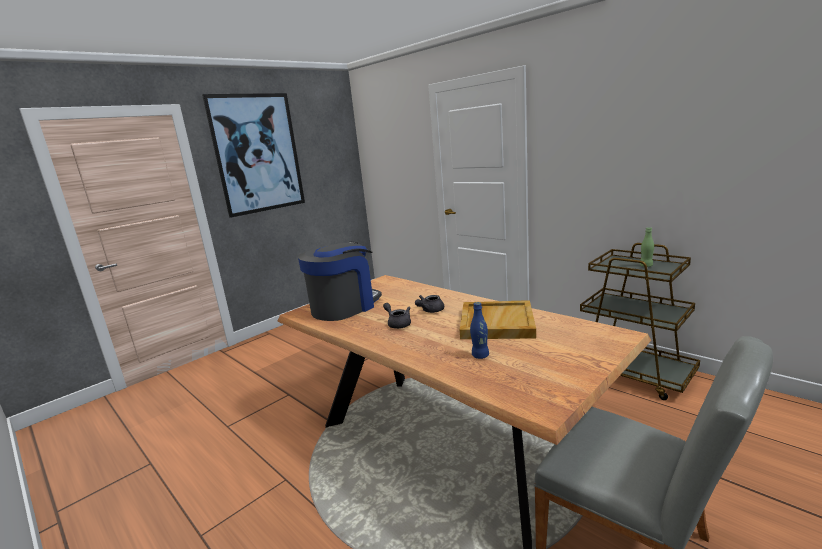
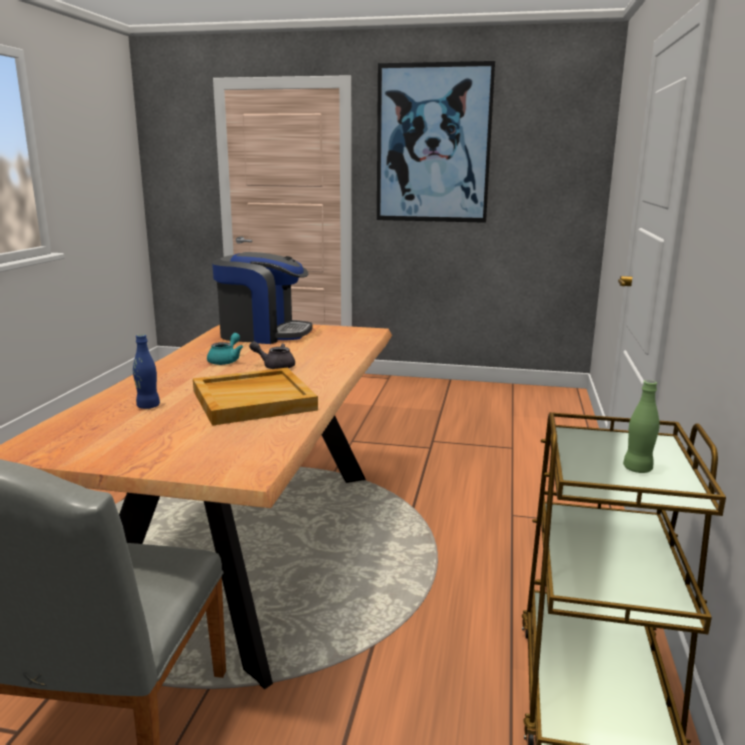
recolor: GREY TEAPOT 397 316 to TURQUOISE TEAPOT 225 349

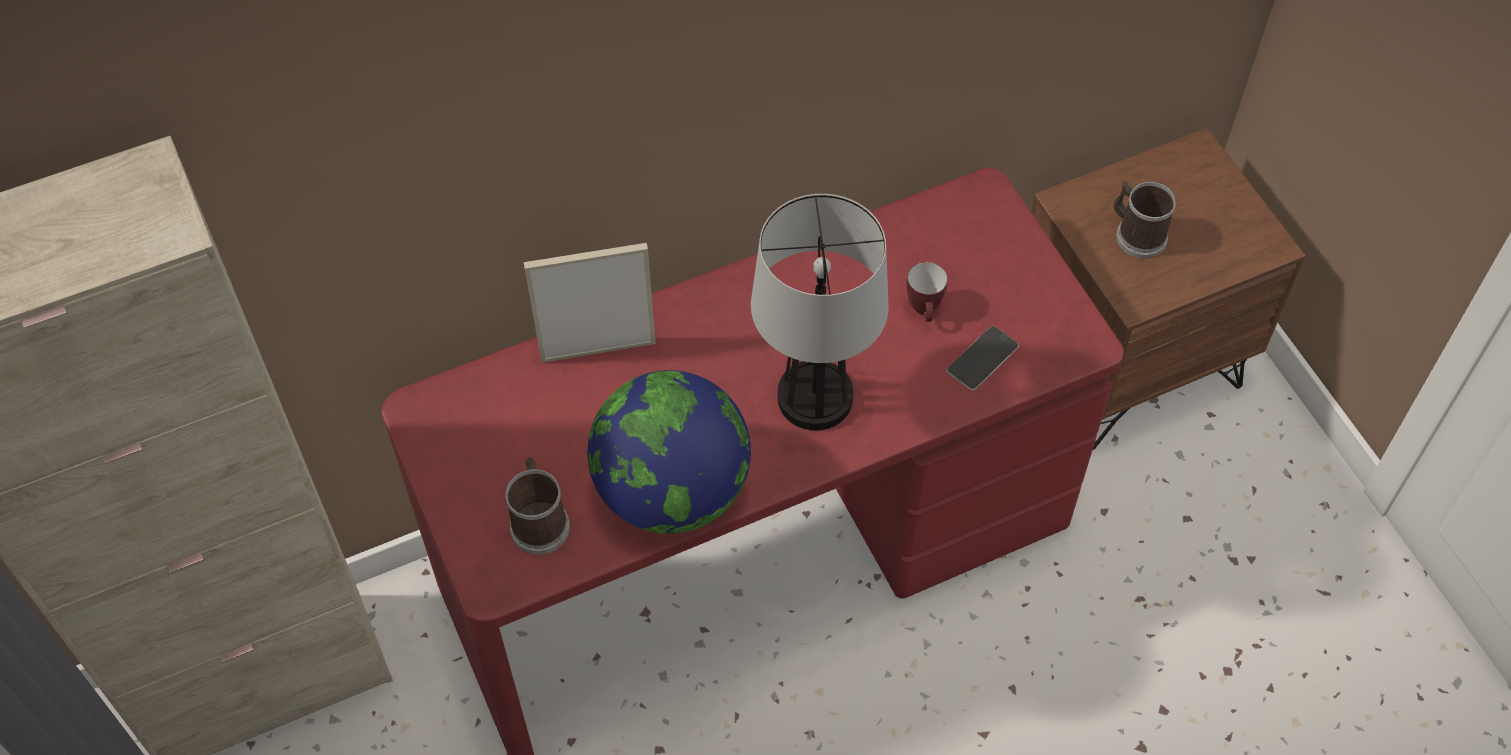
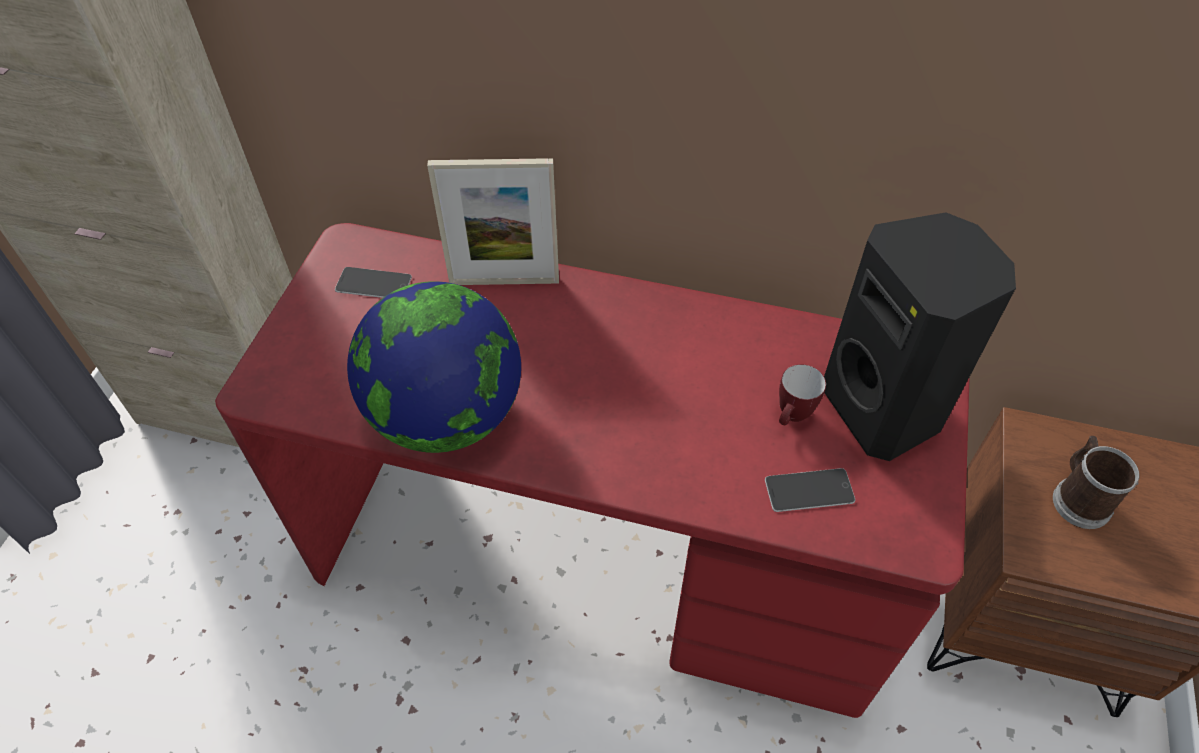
delete: MUG 537 506; TABLE LAMP 820 312
insert: PHONE 373 282; BLACK SPEAKER 920 336
rotate: PICTURE FRAME 590 303 = 493 221 150 degrees clockwise

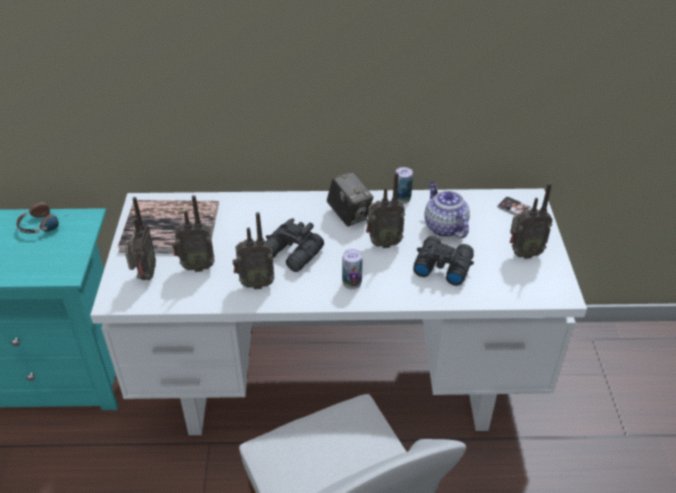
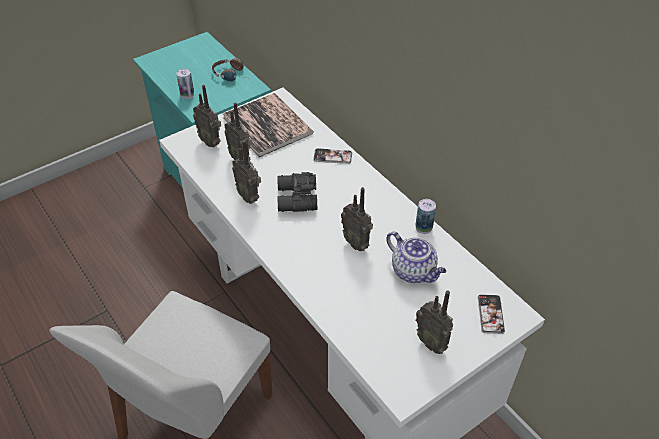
delete: PHOTO CAMERA 350 199; BLACK BINOCULARS 443 261
insert: PHONE 332 156
move: CAN 352 269 to 185 84
rotate: RADIO 140 238 = 207 116 75 degrees clockwise; TEAPOT 447 210 = 416 257 105 degrees clockwise

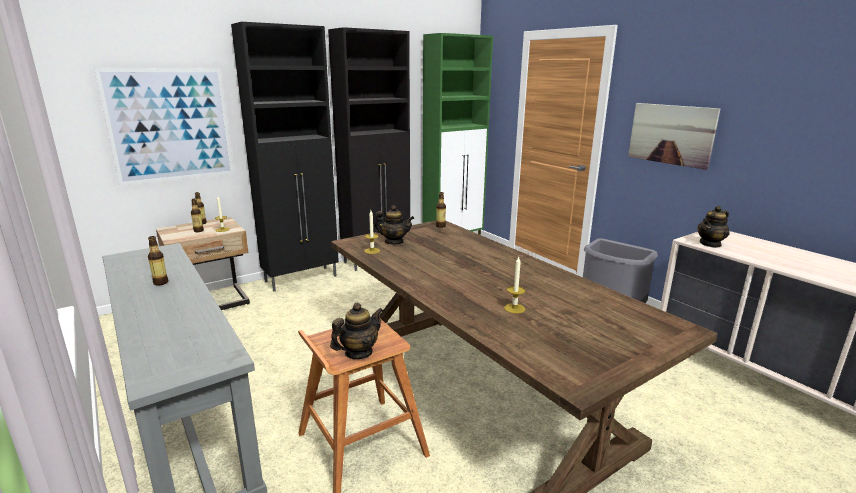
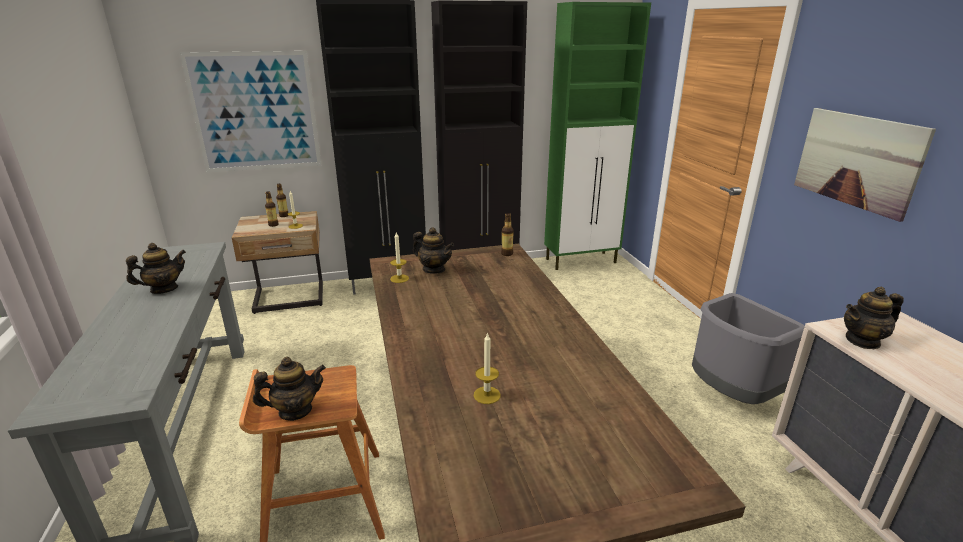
replace: BOTTLE 158 261 to TEAPOT 156 268

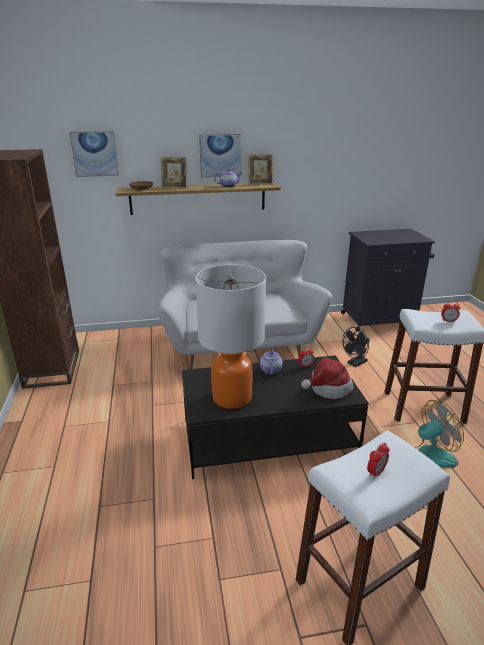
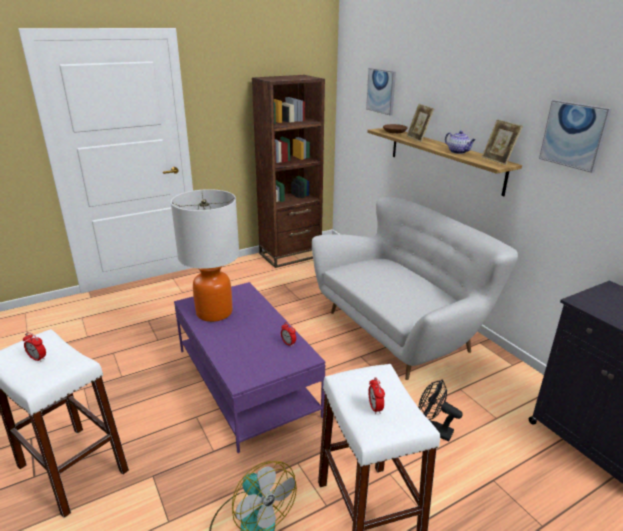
delete: TEAPOT 271 361; HAT 327 378
move: PICTURE 219 155 to 575 136
recolor: BLACK COFFEE TABLE 275 417 to PURPLE COFFEE TABLE 249 367

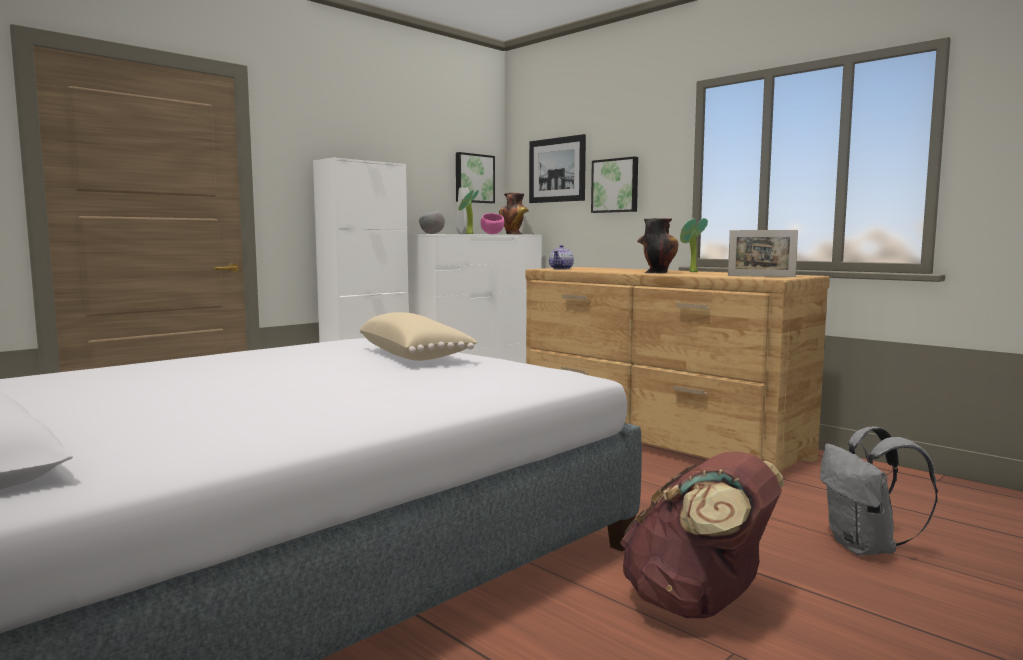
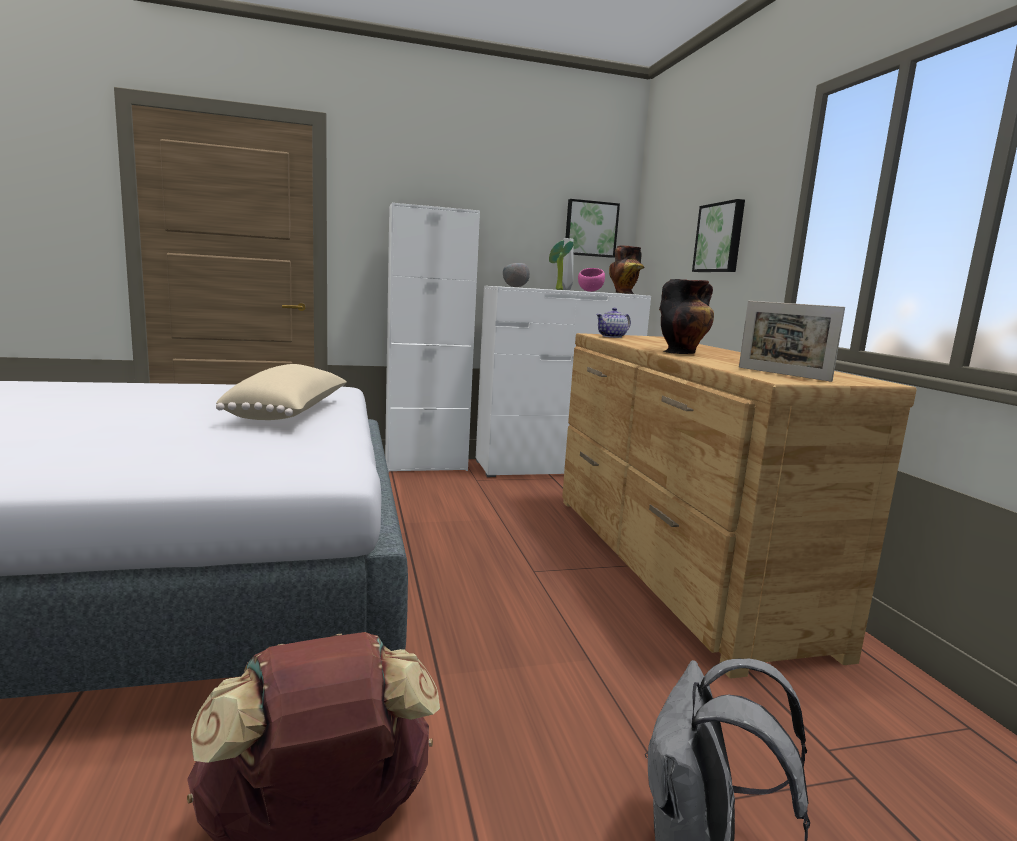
delete: PICTURE 557 168; POTTED PLANT 694 245

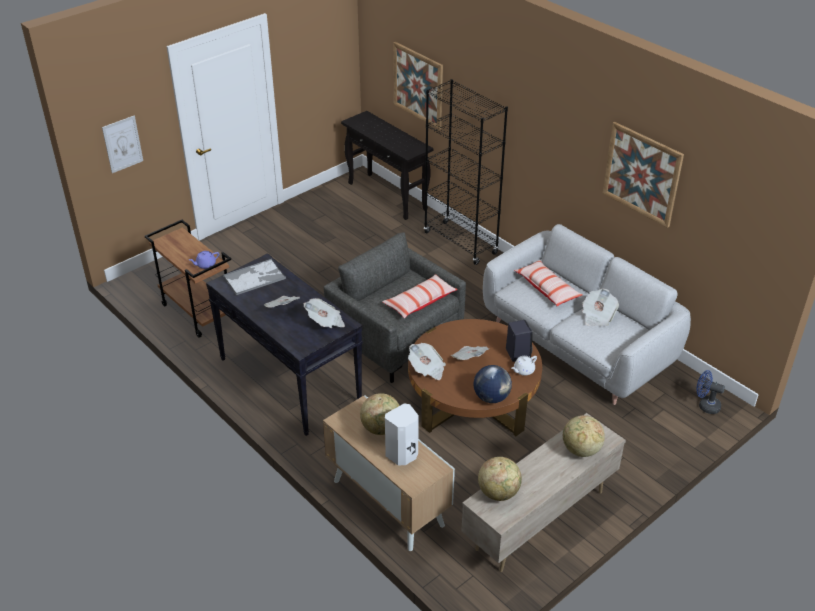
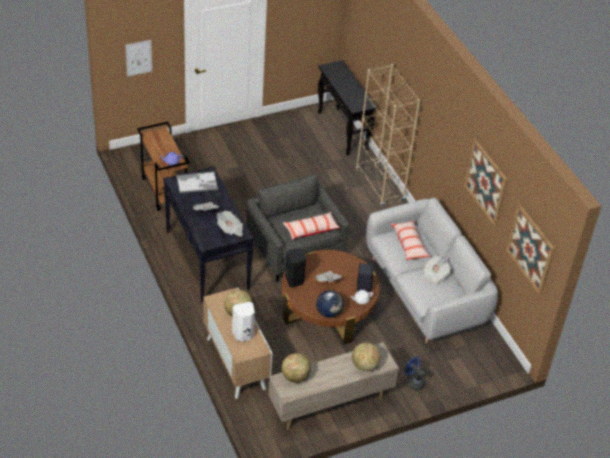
move: PICTURE 418 86 to 530 249; BLUE FAN 710 392 to 415 374
replace: NEWSPAPER 427 361 to BLACK SPEAKER 295 268
recolor: BLACK BOOKCASE 466 172 to BEIGE BOOKCASE 388 136

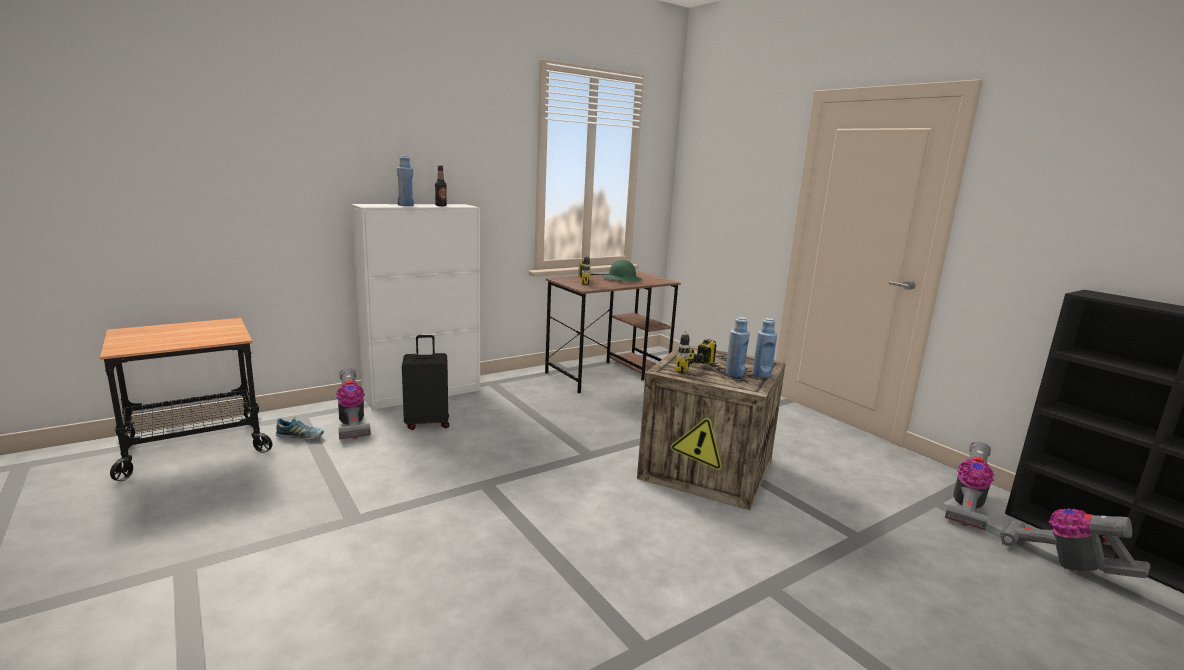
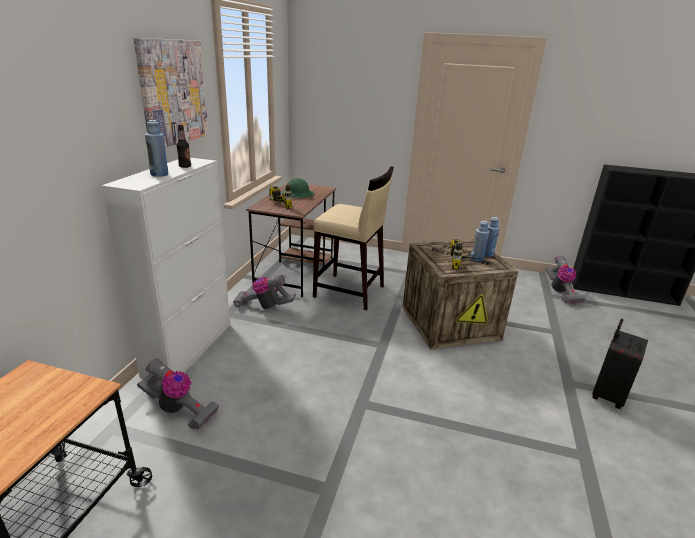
delete: SHOE 300 428
insert: PICTURE 171 93; BEIGE STOOL 353 238
move: BLACK SUITCASE 425 382 to 620 364; VACUUM CLEANER 1075 543 to 264 292

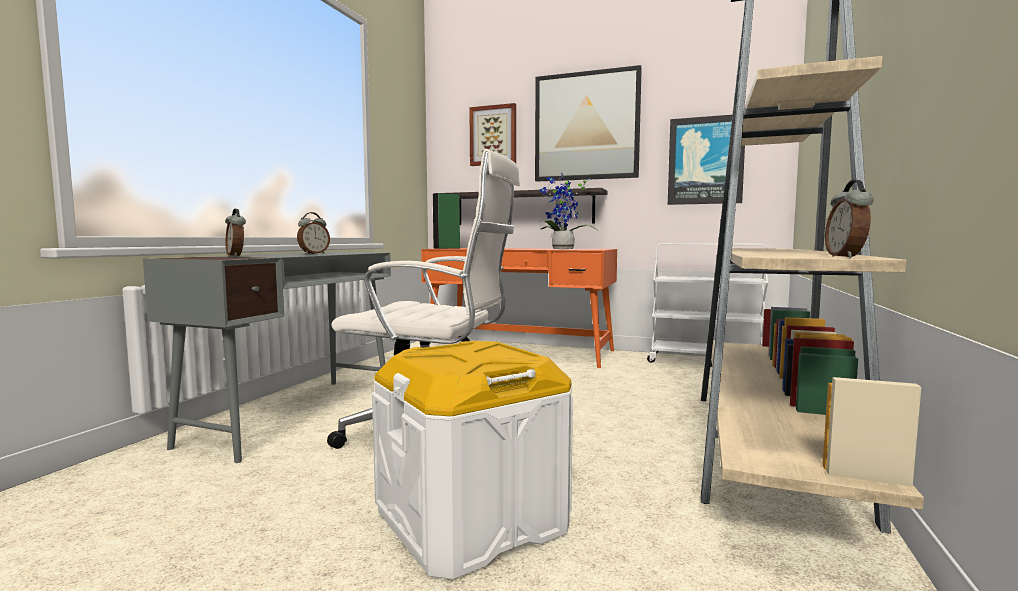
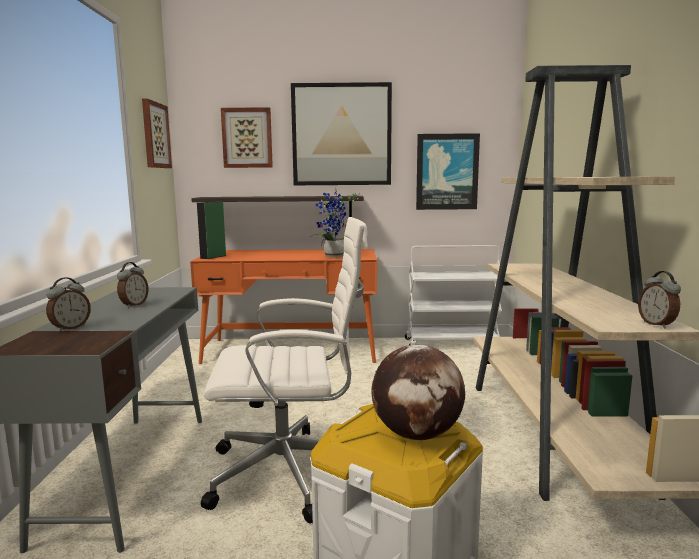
insert: PICTURE 157 133; GLOBE 418 392
rotate: ALARM CLOCK 235 232 = 68 305 90 degrees counterclockwise

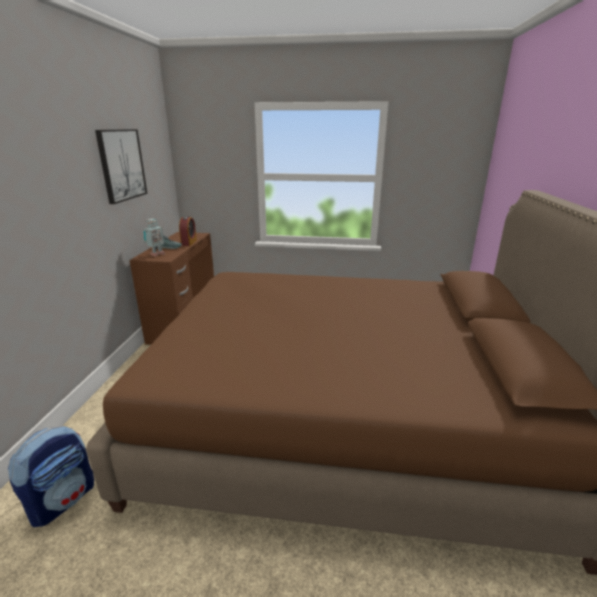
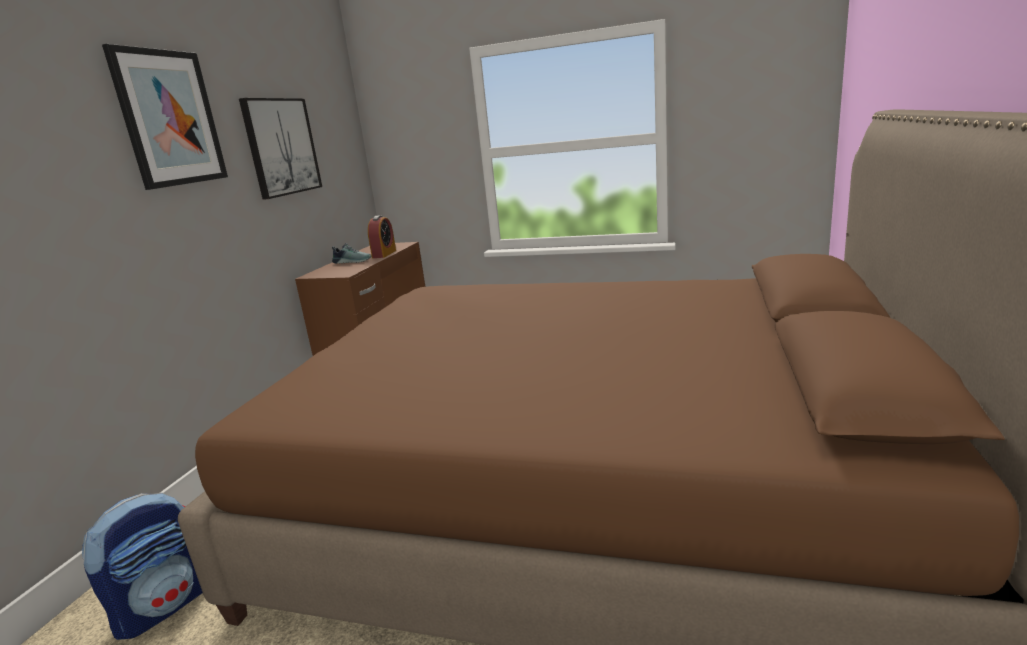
delete: TOY ROBOT 154 238
insert: PICTURE 165 117

